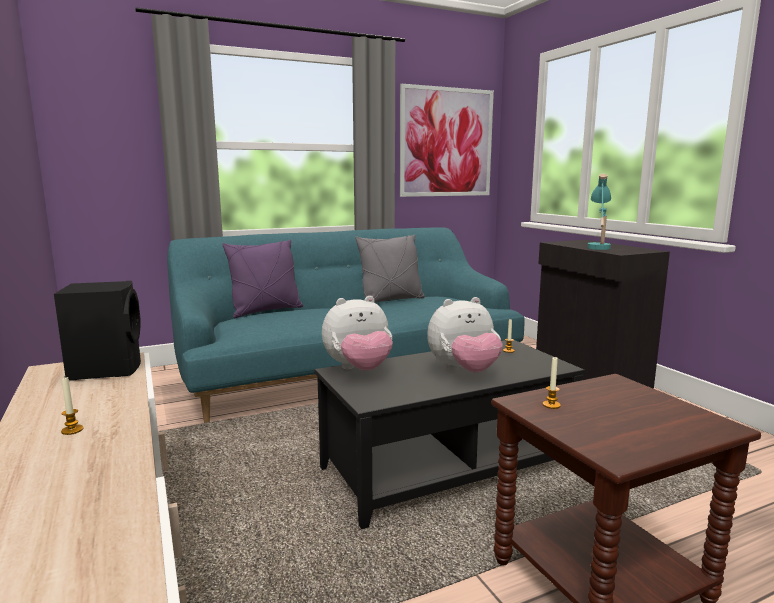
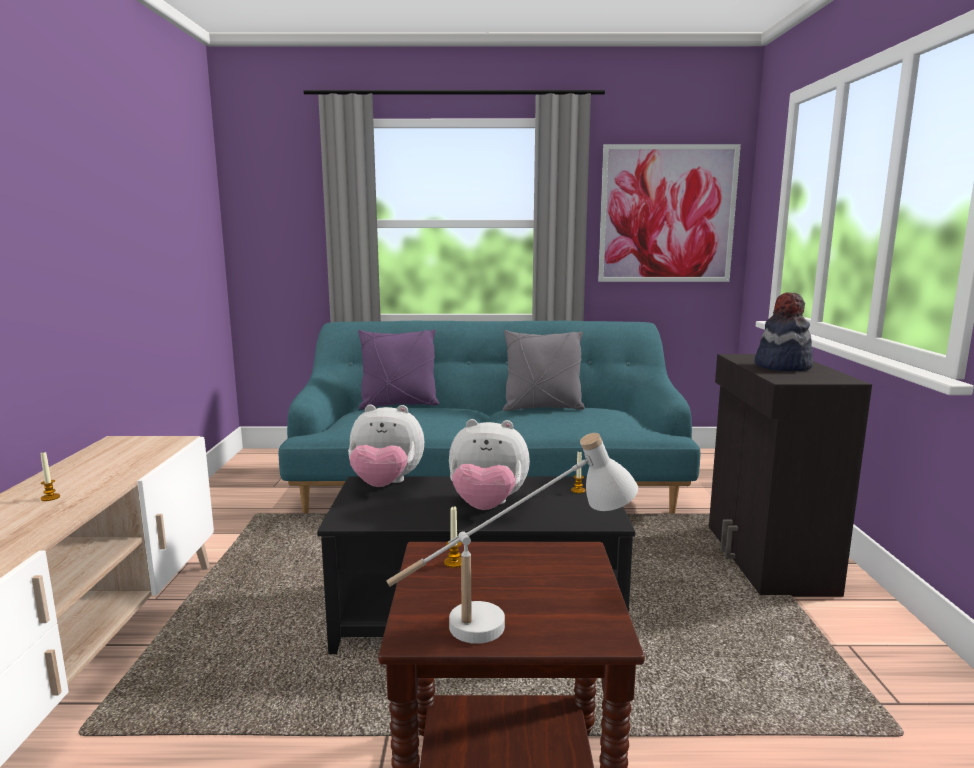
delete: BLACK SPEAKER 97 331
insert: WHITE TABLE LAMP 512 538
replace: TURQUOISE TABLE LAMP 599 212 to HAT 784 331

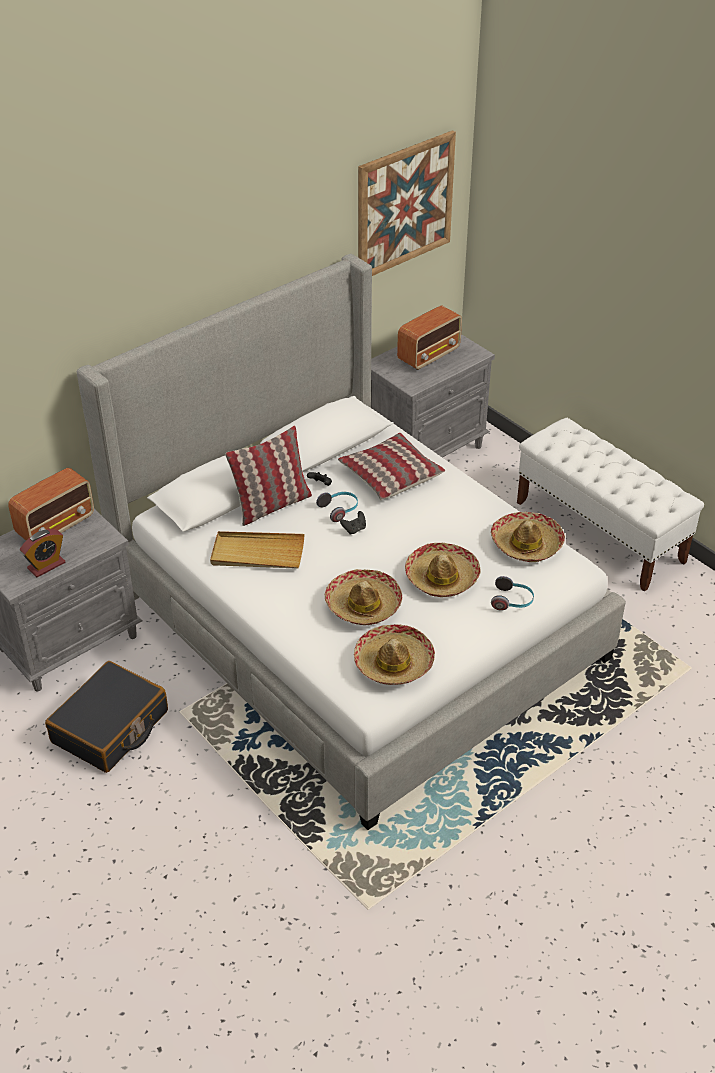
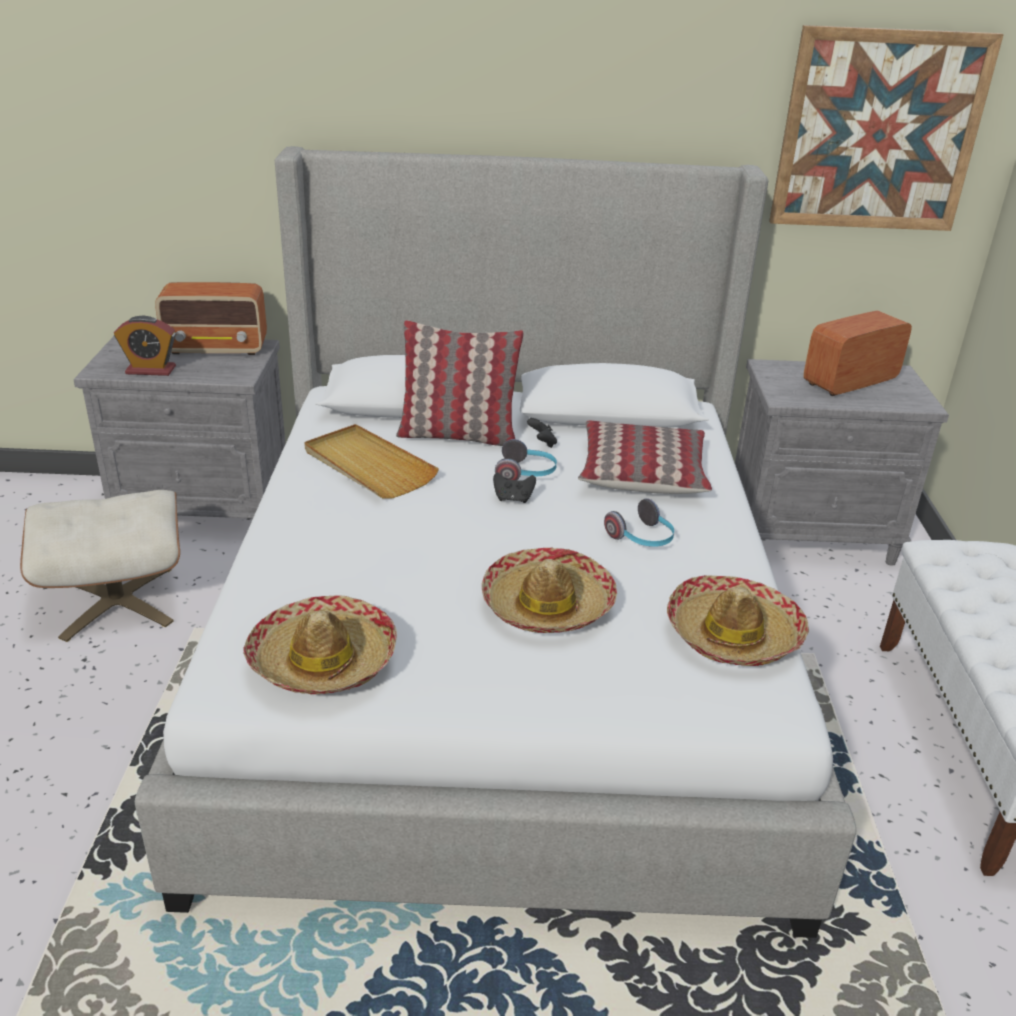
delete: HAT 363 597
move: HEADPHONES 512 593 to 639 522
replace: BLACK SUITCASE 106 717 to BEIGE OTTOMAN 100 566
rotate: RADIO 429 337 = 857 353 150 degrees clockwise

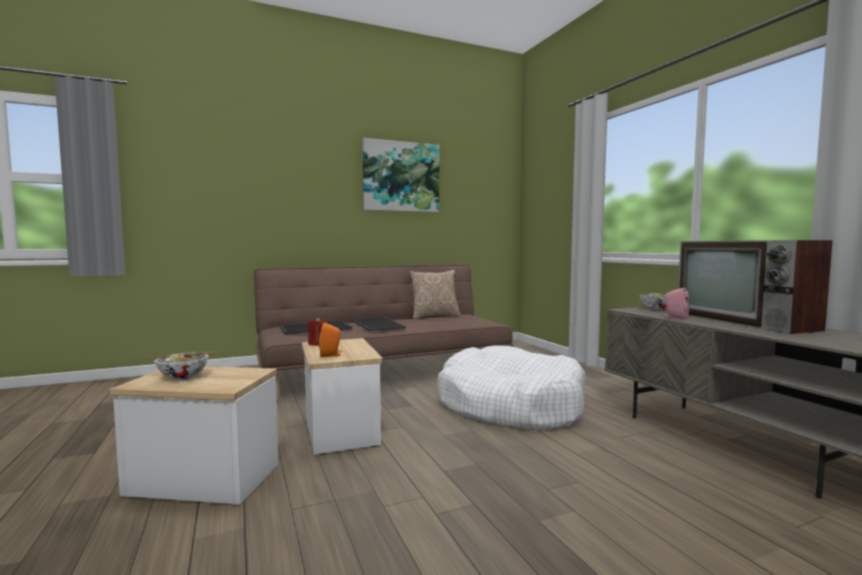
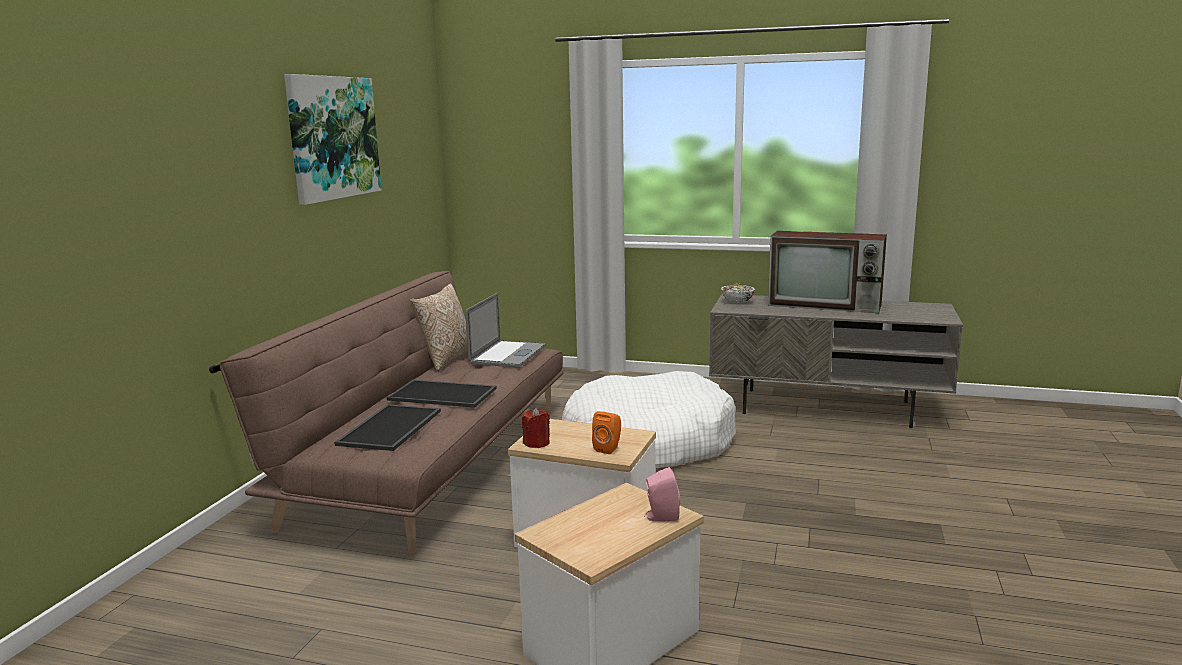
delete: BOWL 182 365
insert: LAPTOP 505 330
move: PINK SPEAKER 676 304 to 662 494

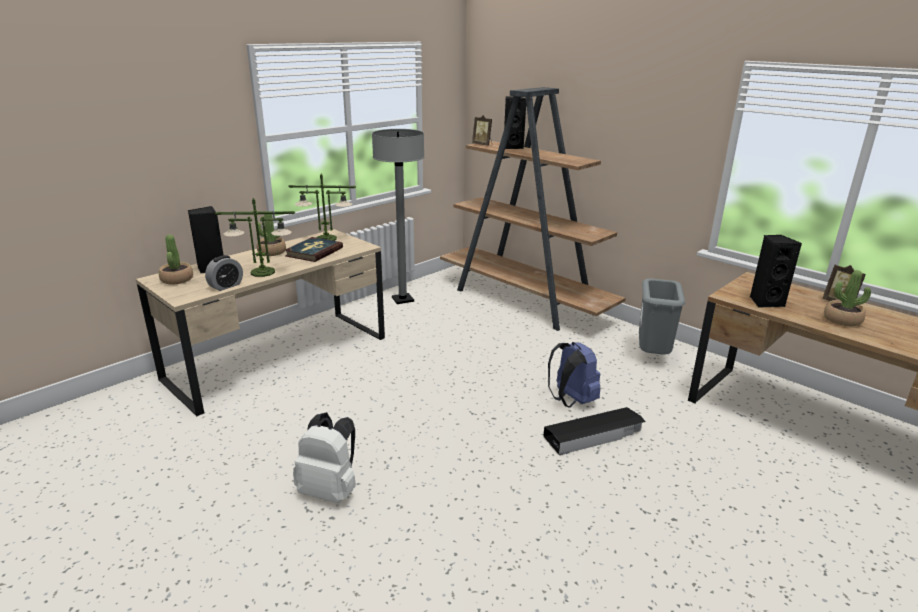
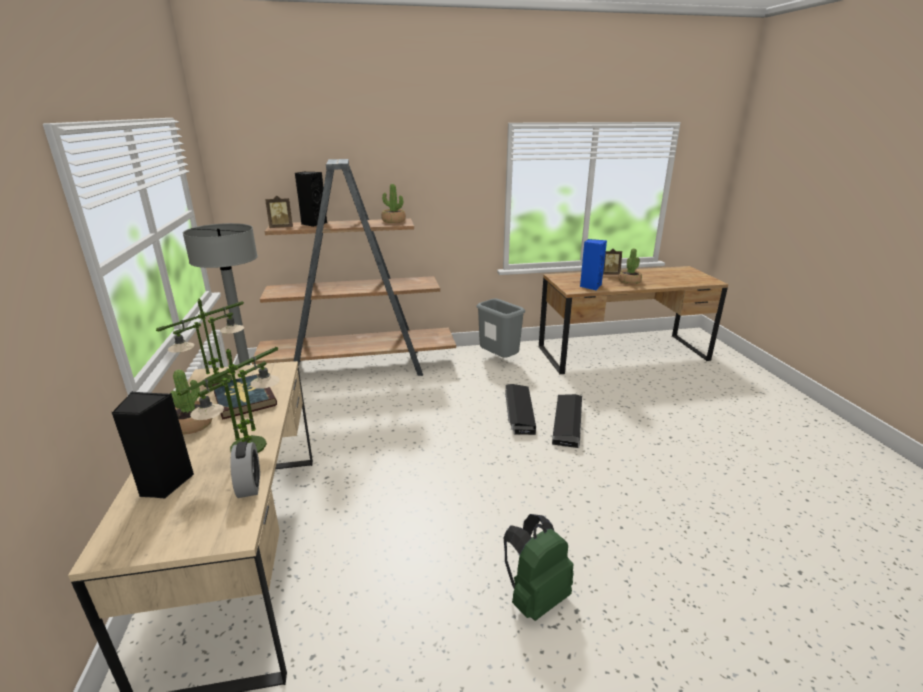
move: POTTED PLANT 176 259 to 393 203
replace: BLUE BACKPACK 574 375 to BLACK STORAGE BOX 520 409
recolor: WHITE BACKPACK 324 457 to GREEN BACKPACK 538 567; BLACK SPEAKER 776 271 to BLUE SPEAKER 593 264

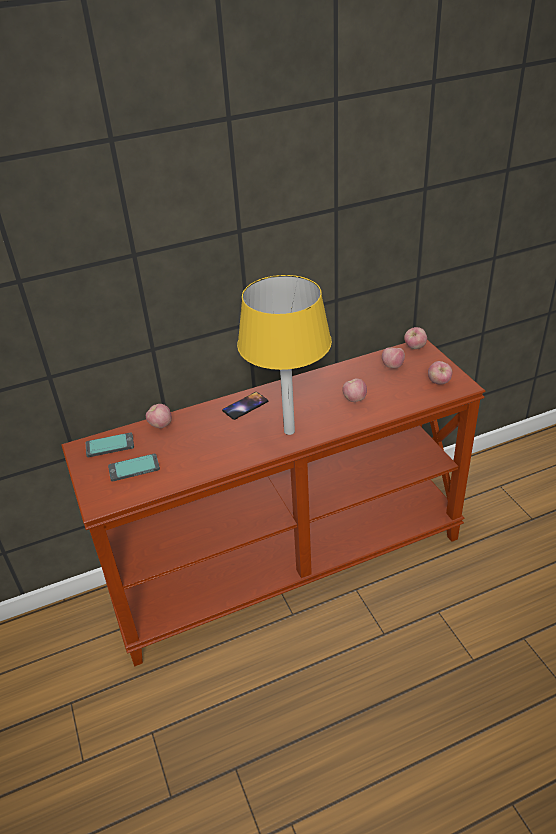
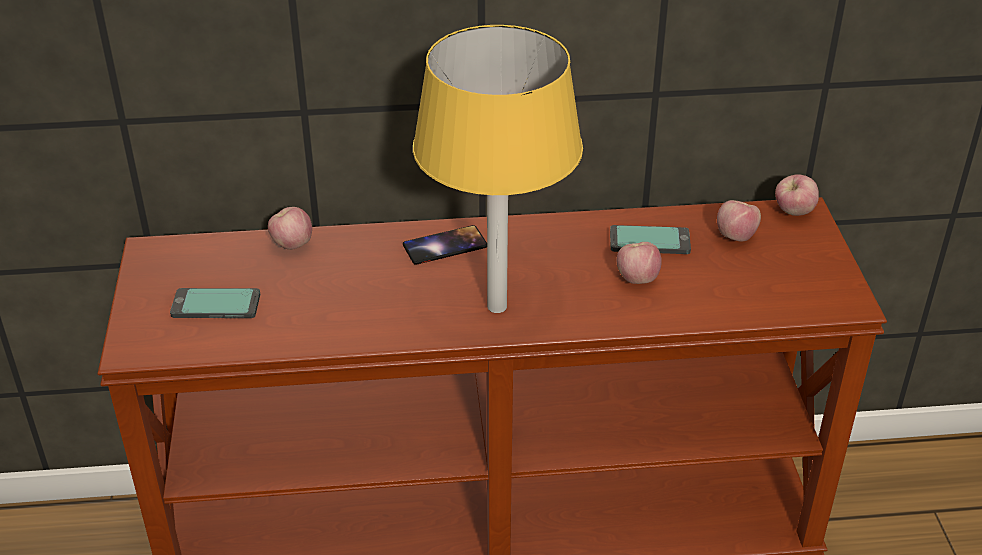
delete: APPLE 440 373
move: PHONE 110 444 to 650 239

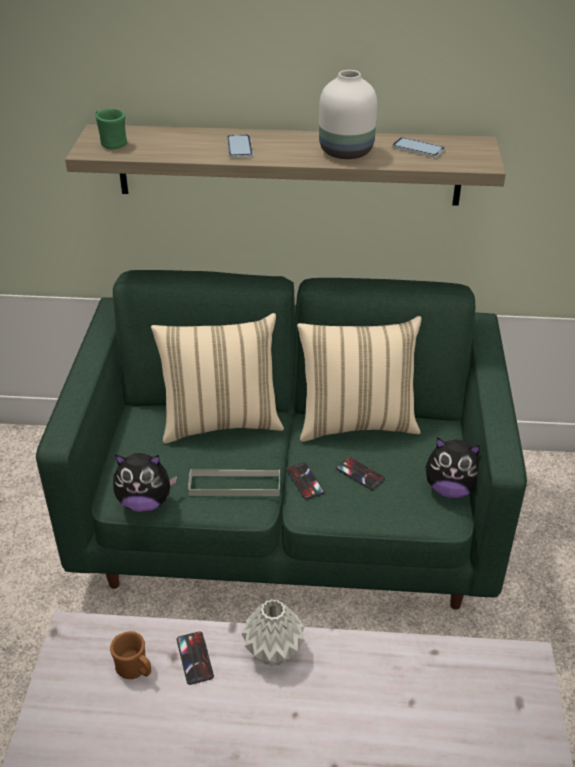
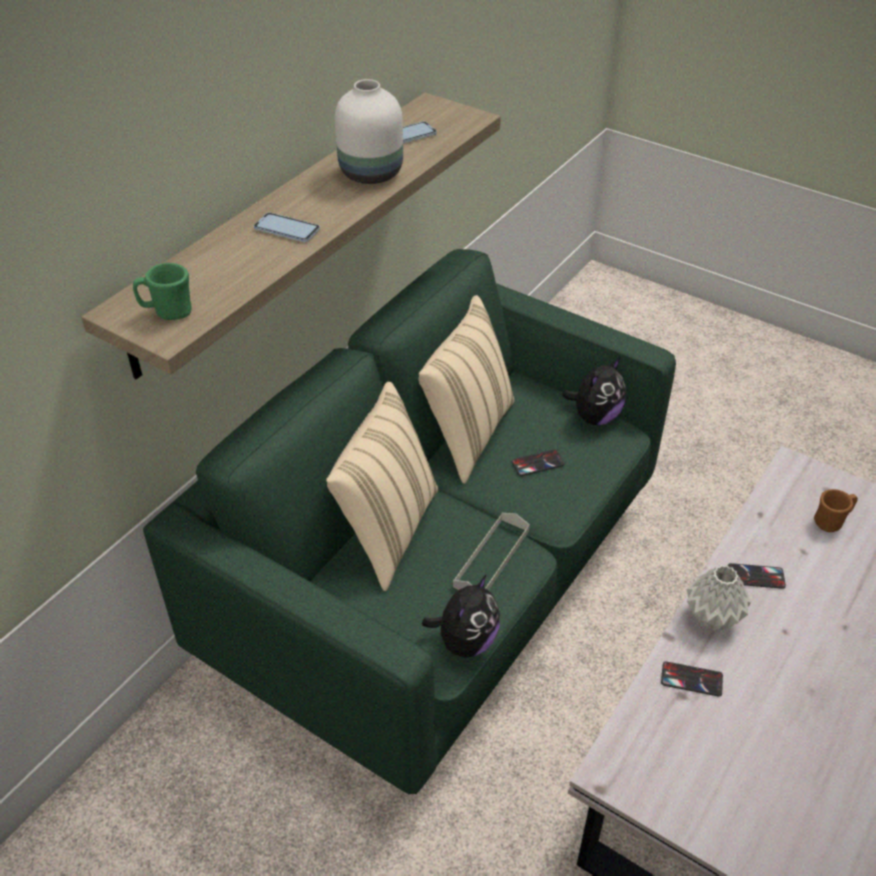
move: BROWN MUG 130 655 to 836 510; PHONE 305 480 to 757 576

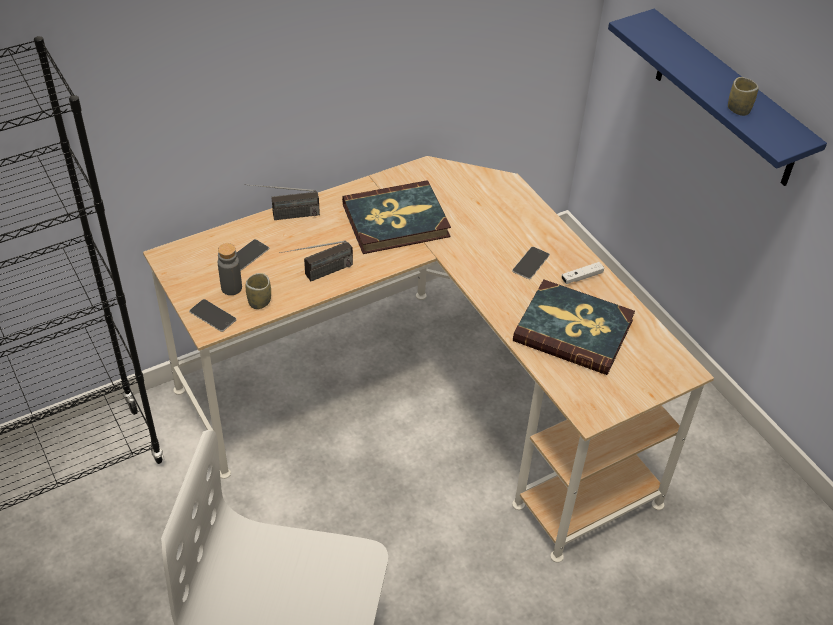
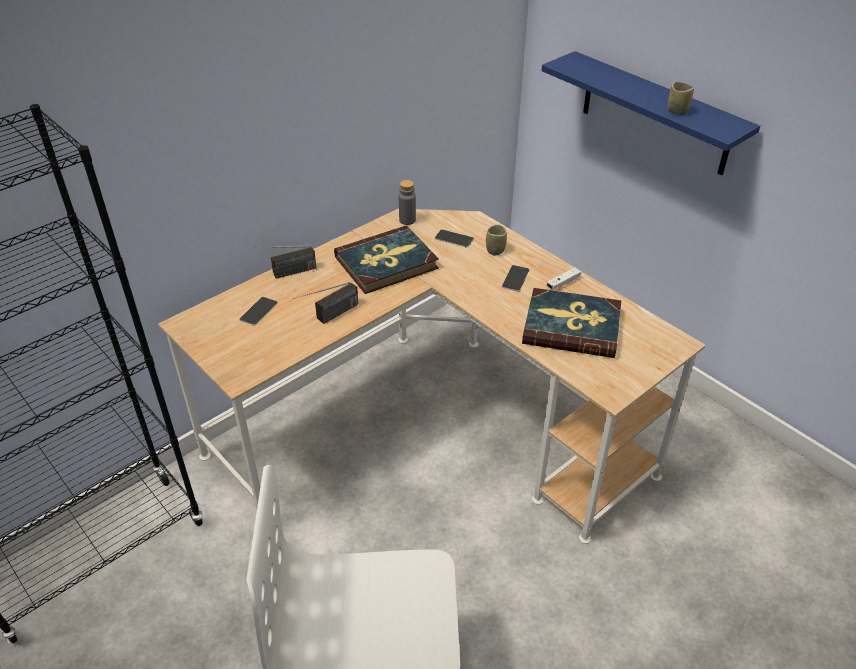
move: PHONE 213 315 to 454 238; GREY BOTTLE 230 269 to 407 202; CUP 258 291 to 496 240

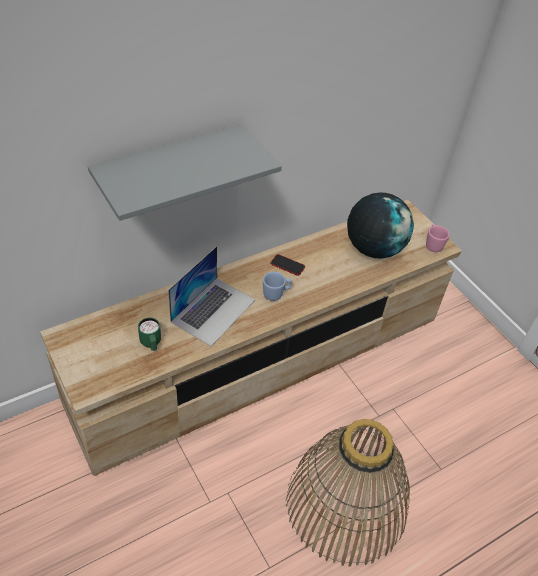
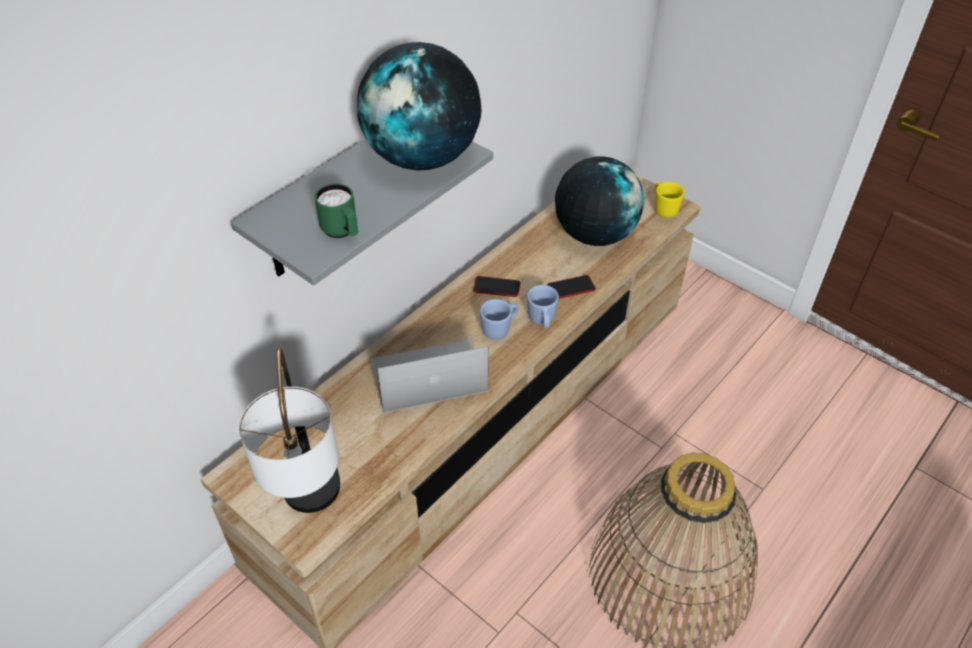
insert: TABLE LAMP 289 430; GLOBE 419 106; BLUE MUG 543 306; PHONE 571 287
move: GREEN MUG 149 334 to 336 211
recolor: PINK MUG 438 238 to YELLOW MUG 670 200
rotate: LAPTOP 211 296 = 429 376 120 degrees counterclockwise

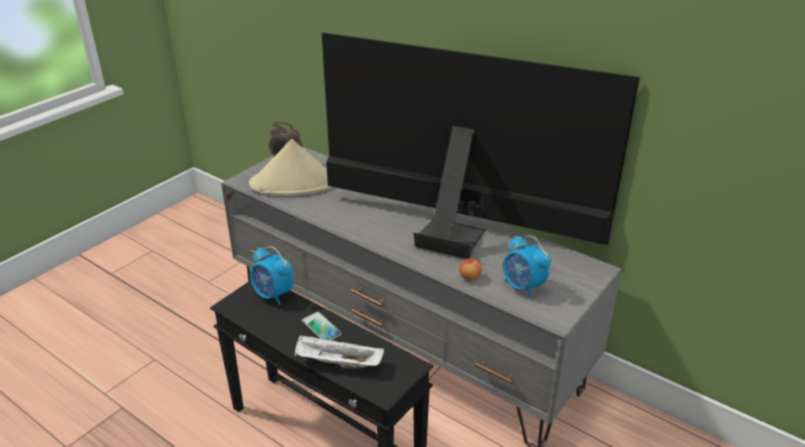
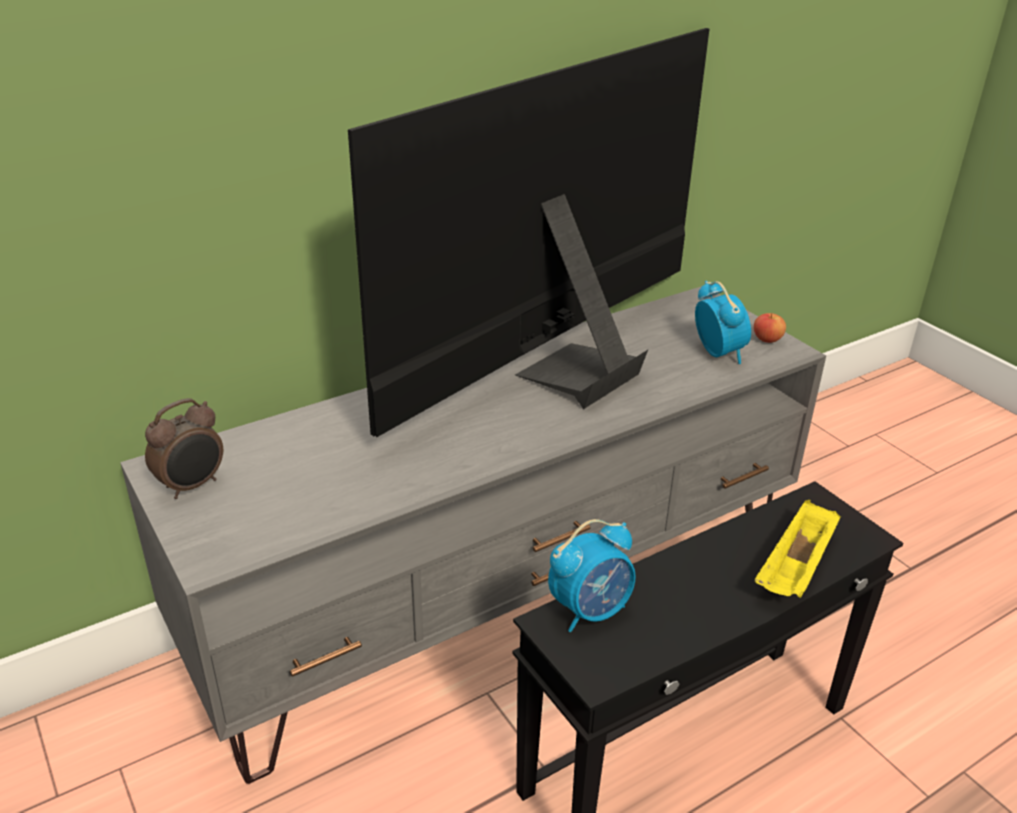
delete: BEIGE HAT 290 167; PHONE 322 326
move: APPLE 470 269 to 770 328
recolor: WHITE TRAY 339 351 to YELLOW TRAY 798 549
rotate: ALARM CLOCK 527 267 = 723 322 90 degrees counterclockwise

